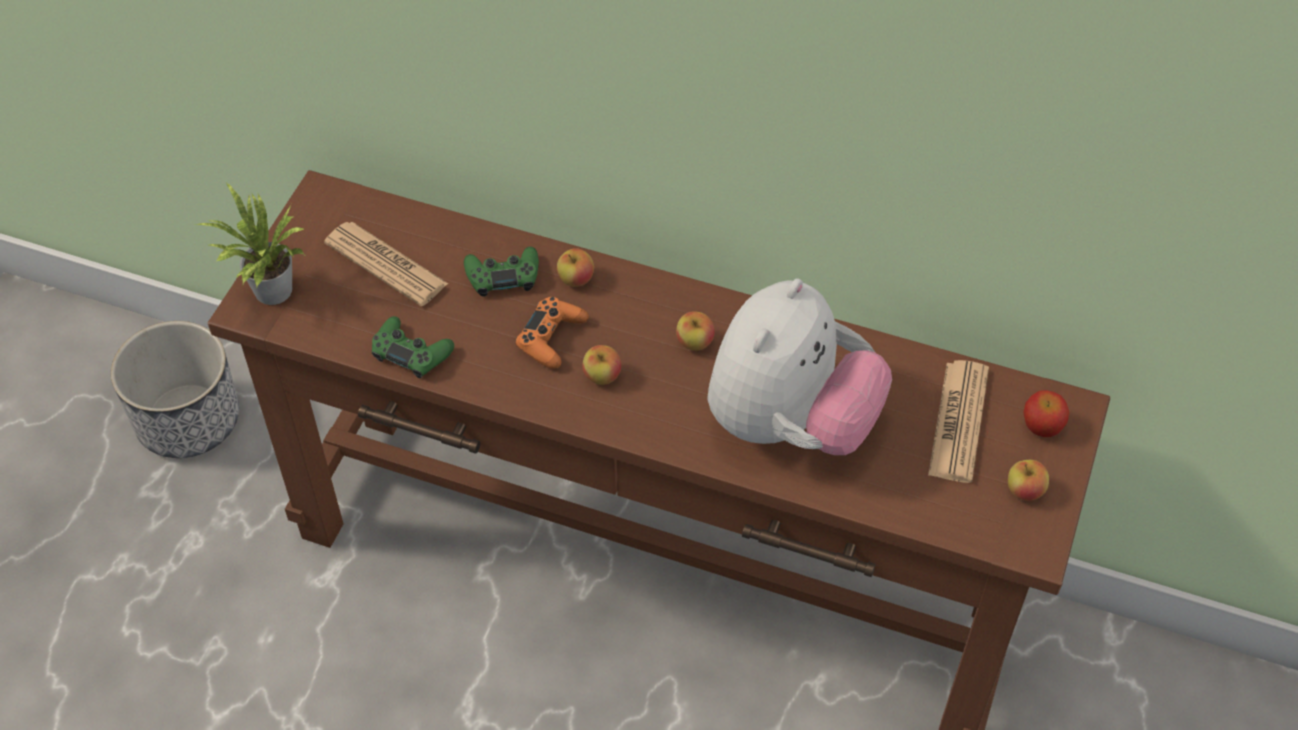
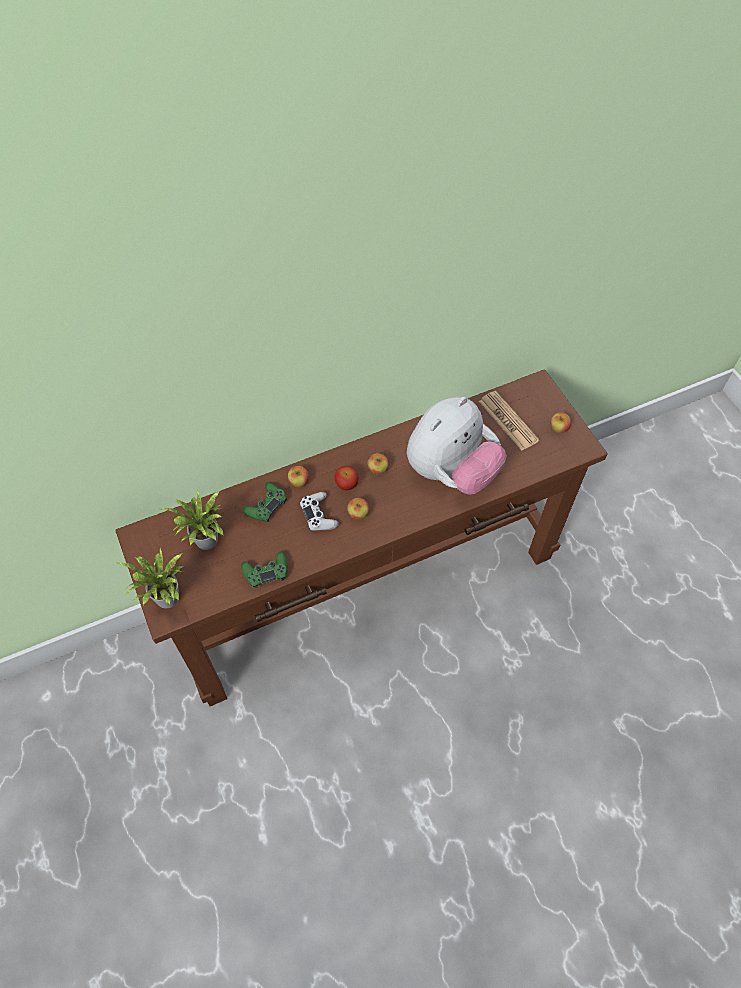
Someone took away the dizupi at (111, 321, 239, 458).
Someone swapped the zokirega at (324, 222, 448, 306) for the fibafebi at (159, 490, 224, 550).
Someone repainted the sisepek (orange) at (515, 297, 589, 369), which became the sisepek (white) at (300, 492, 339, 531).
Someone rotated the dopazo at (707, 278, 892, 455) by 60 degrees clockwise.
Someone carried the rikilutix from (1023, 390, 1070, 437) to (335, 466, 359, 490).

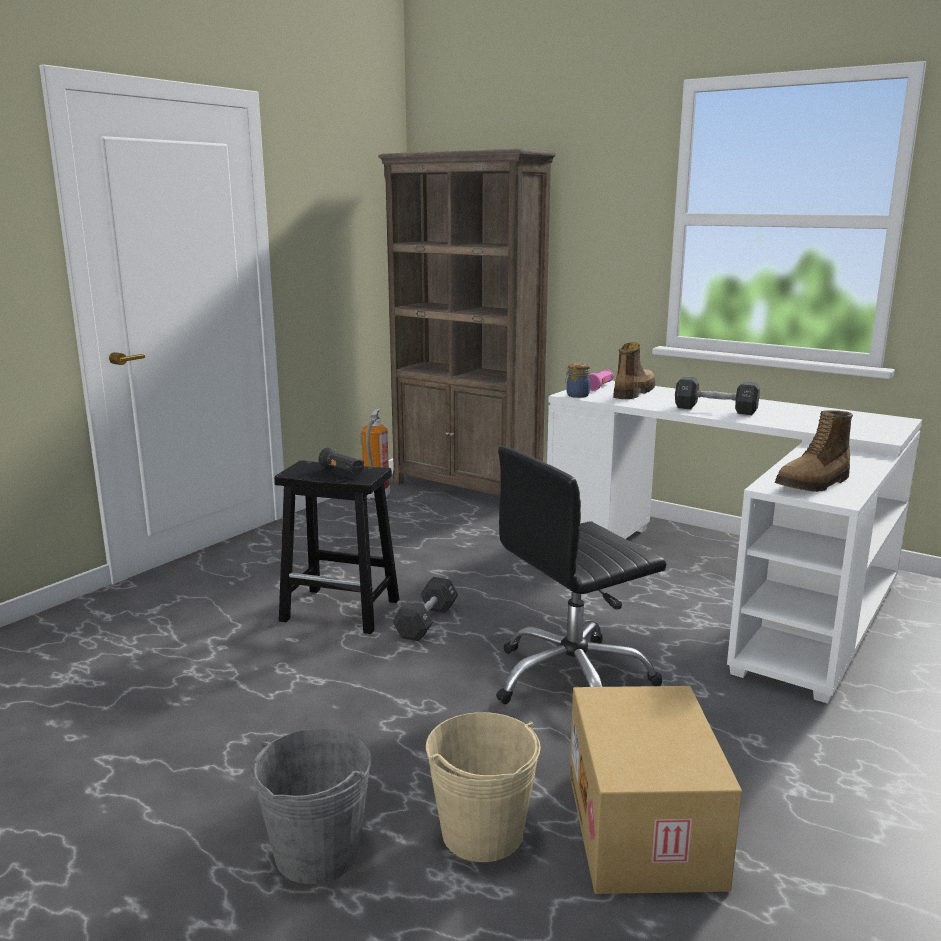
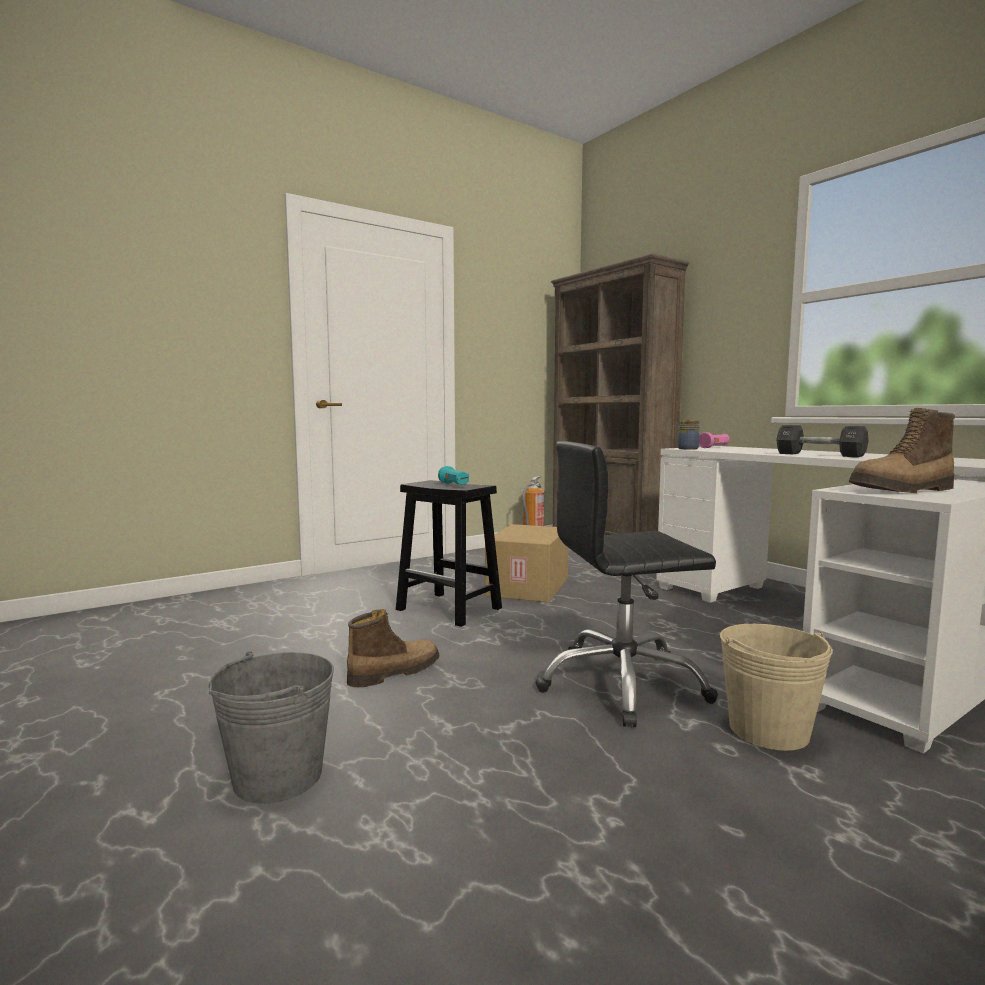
Someone repainted the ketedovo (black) at (318, 447, 364, 475), which became the ketedovo (turquoise) at (438, 466, 469, 485).
Someone took away the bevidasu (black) at (392, 577, 458, 641).
Someone carried the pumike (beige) from (426, 712, 541, 862) to (720, 624, 833, 751).
Someone carried the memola from (570, 686, 742, 894) to (485, 524, 568, 602).
Someone carried the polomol from (613, 342, 655, 399) to (347, 609, 439, 687).

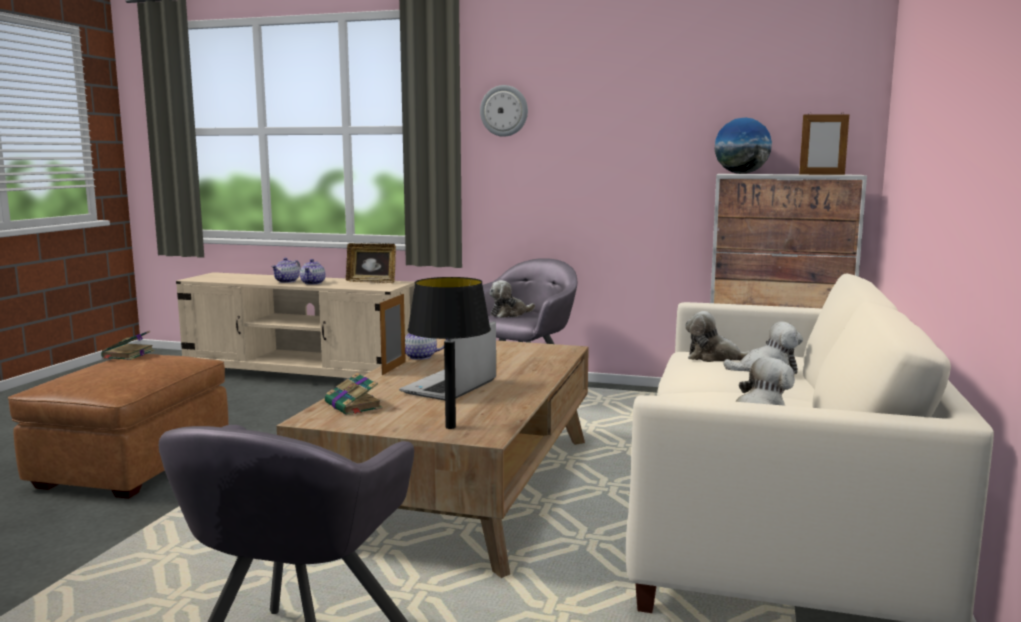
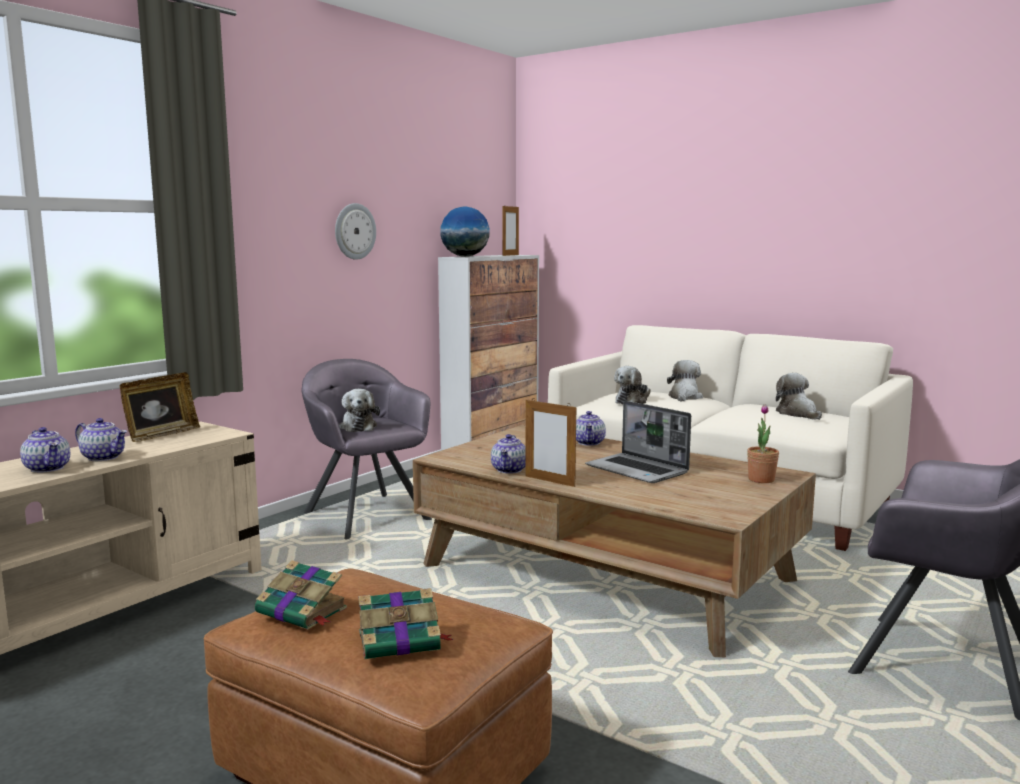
Someone carried the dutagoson from (325, 372, 382, 415) to (358, 588, 454, 659).
Someone swapped the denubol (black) at (407, 277, 491, 429) for the fibafebi at (747, 404, 779, 483).
Someone carried the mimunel from (480, 85, 528, 137) to (335, 203, 376, 260).
Someone put down the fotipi at (576, 411, 606, 446).

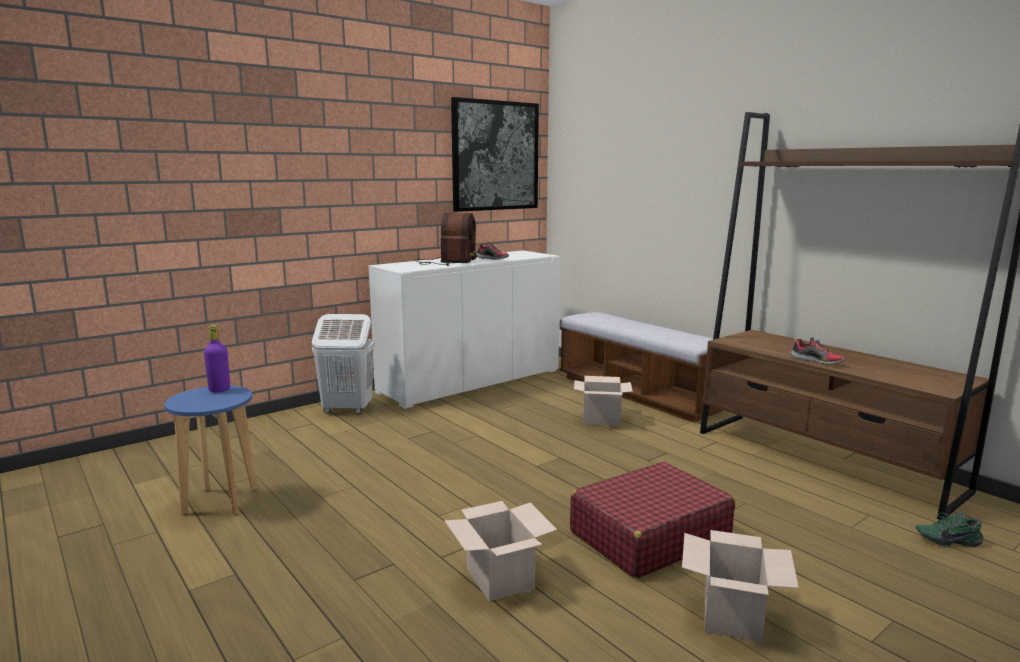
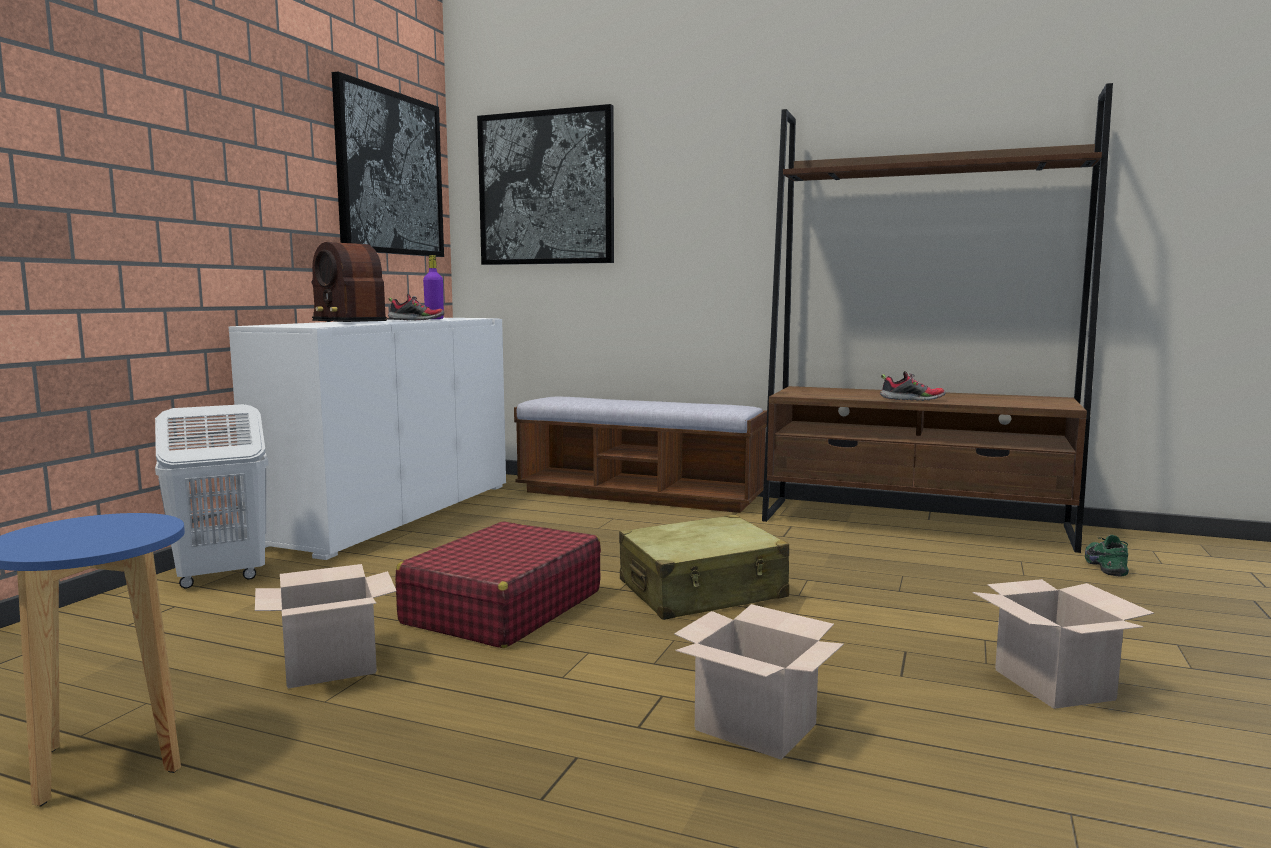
Someone carried the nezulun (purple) from (204, 325, 230, 392) to (423, 255, 444, 319).
Someone rotated the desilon at (415, 213, 477, 266) by 150 degrees clockwise.
Someone carried the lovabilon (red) from (570, 462, 735, 578) to (395, 521, 601, 648).
Someone carried the memola from (574, 376, 633, 426) to (255, 564, 397, 688).
Someone rotated the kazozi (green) at (916, 512, 984, 547) by 120 degrees clockwise.
Someone put up the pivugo at (477, 104, 614, 265).
Someone put down the lovabilon (beige) at (619, 515, 789, 620).

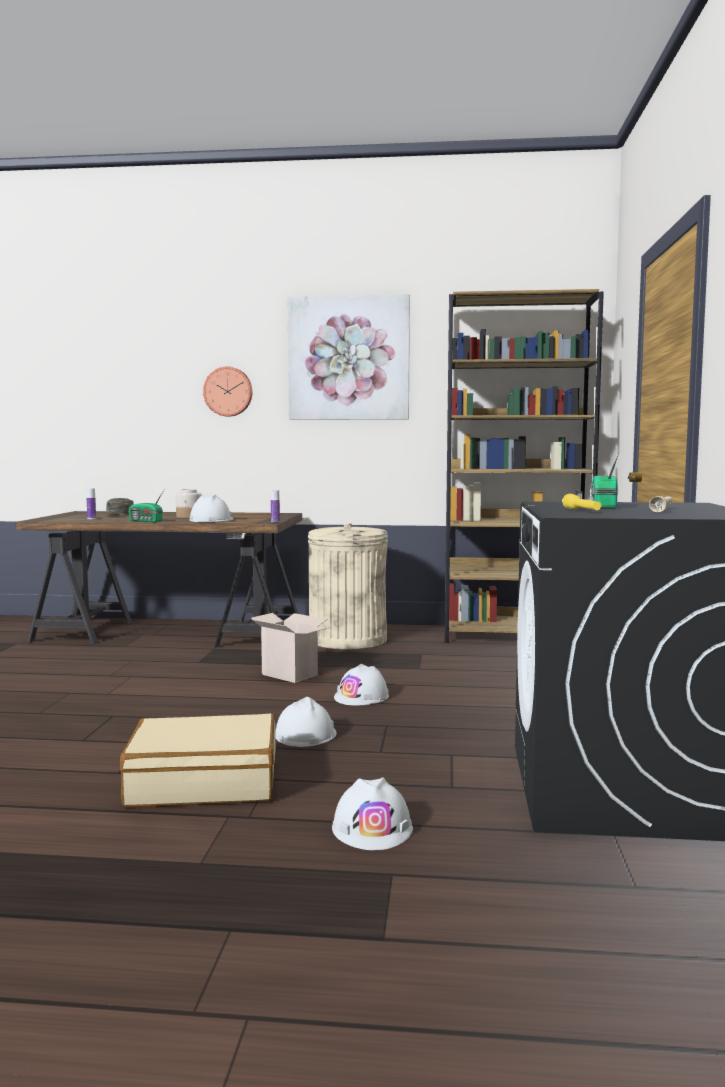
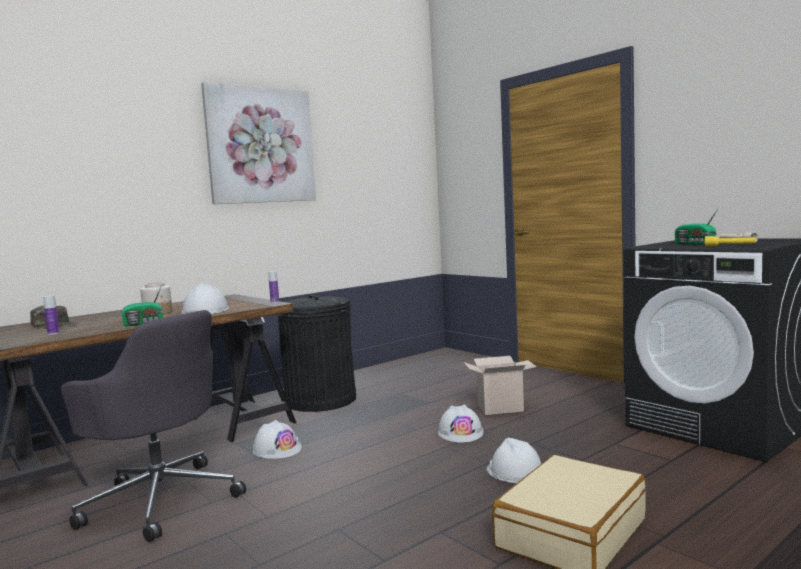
Someone took away the mimunel at (203, 367, 252, 417).
Someone carried the memola from (251, 613, 330, 683) to (464, 356, 537, 415).
Someone repainted the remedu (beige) at (308, 523, 388, 649), which became the remedu (black) at (277, 295, 356, 412).
Someone carried the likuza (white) from (332, 778, 413, 850) to (253, 420, 302, 459).
Someone took away the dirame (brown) at (445, 289, 604, 643).
Someone put down the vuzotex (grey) at (61, 310, 246, 542).

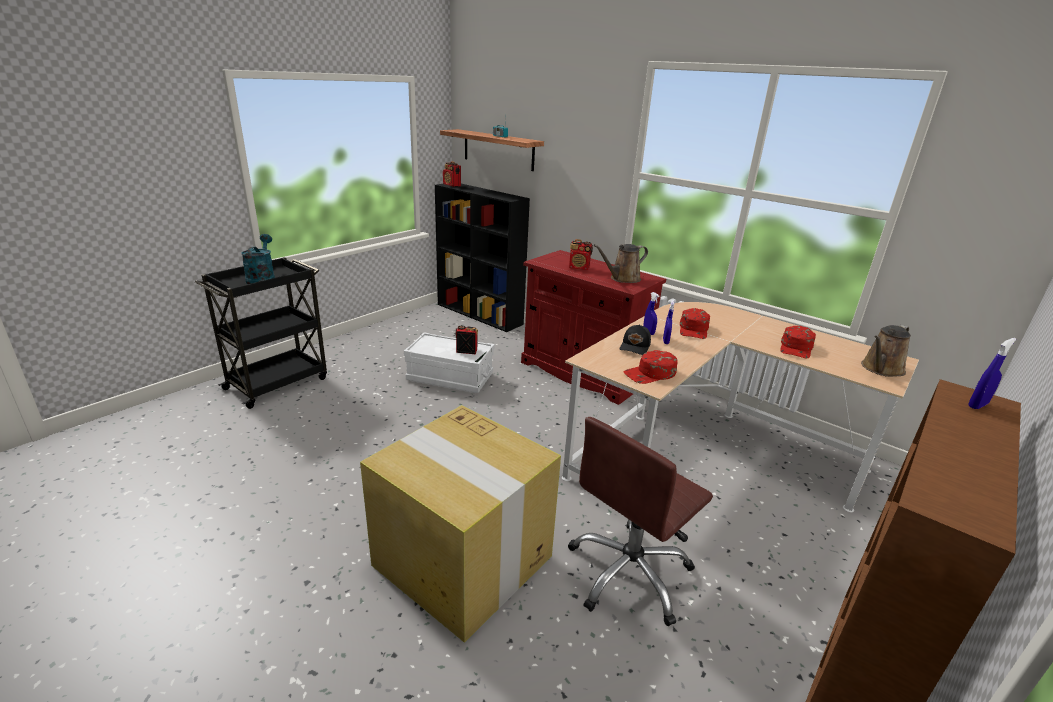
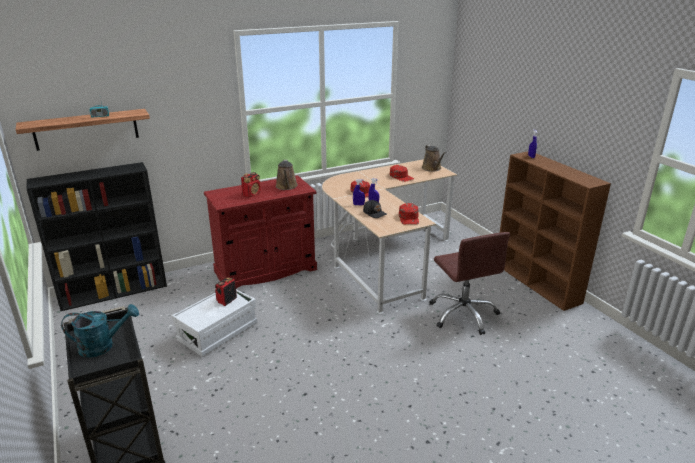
Someone rotated the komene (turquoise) at (241, 234, 275, 284) by 150 degrees clockwise.
Someone took away the memola at (360, 405, 561, 643).
Someone took away the desilon at (443, 161, 461, 187).

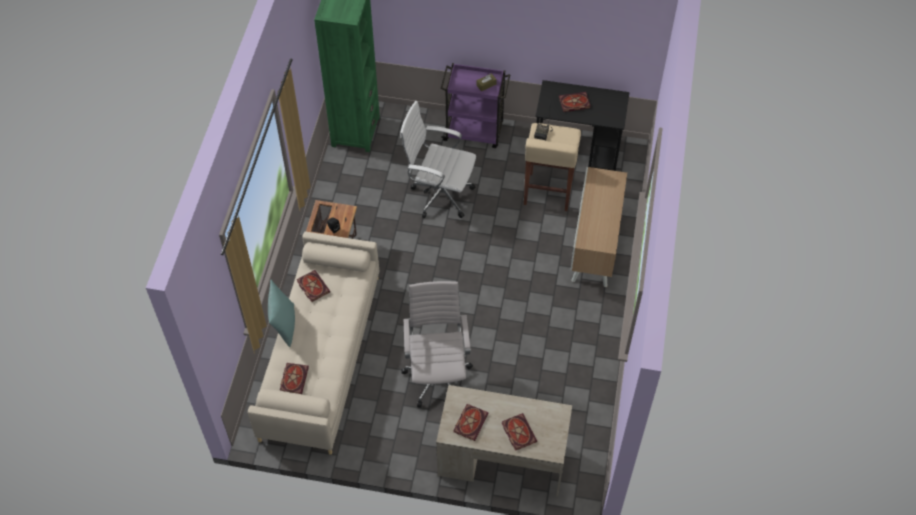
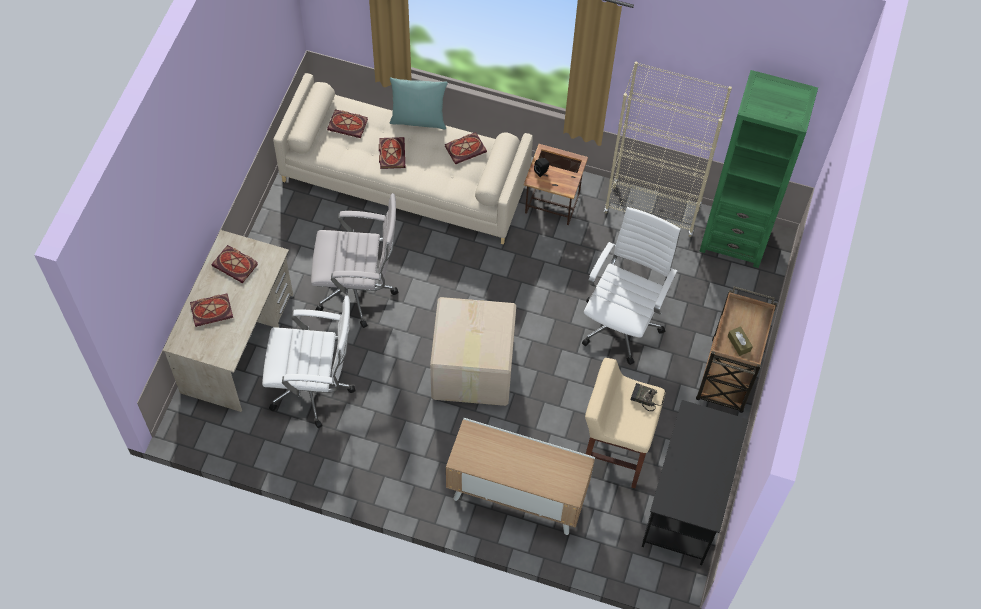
Someone repainted the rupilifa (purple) at (441, 63, 510, 148), which became the rupilifa (brown) at (696, 286, 777, 413).
Someone carried the dutagoson from (559, 92, 591, 112) to (379, 137, 405, 169).
Someone put down the vuzotex (white) at (262, 296, 356, 428).
Someone put down the memola at (430, 297, 516, 406).
Someone put down the dirame (beige) at (604, 61, 732, 237).

